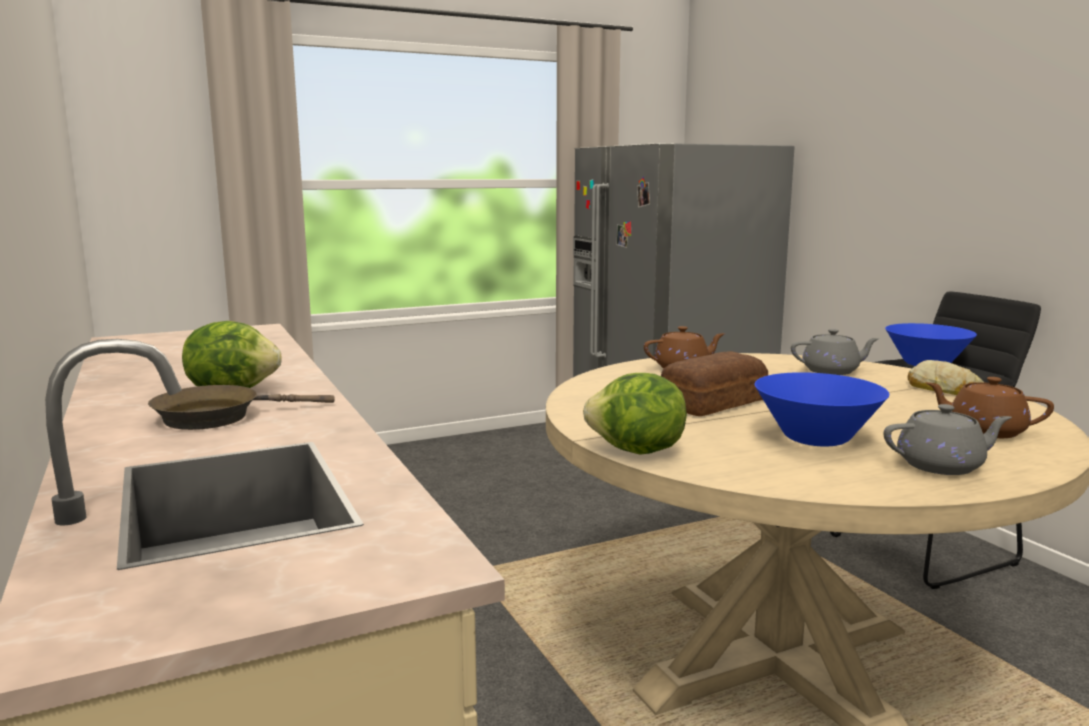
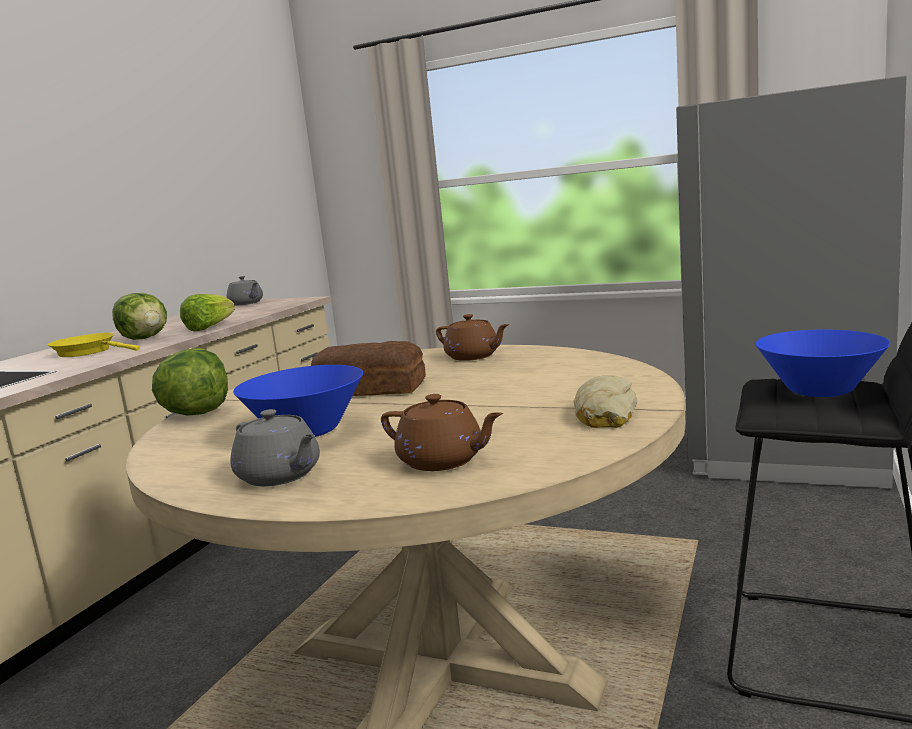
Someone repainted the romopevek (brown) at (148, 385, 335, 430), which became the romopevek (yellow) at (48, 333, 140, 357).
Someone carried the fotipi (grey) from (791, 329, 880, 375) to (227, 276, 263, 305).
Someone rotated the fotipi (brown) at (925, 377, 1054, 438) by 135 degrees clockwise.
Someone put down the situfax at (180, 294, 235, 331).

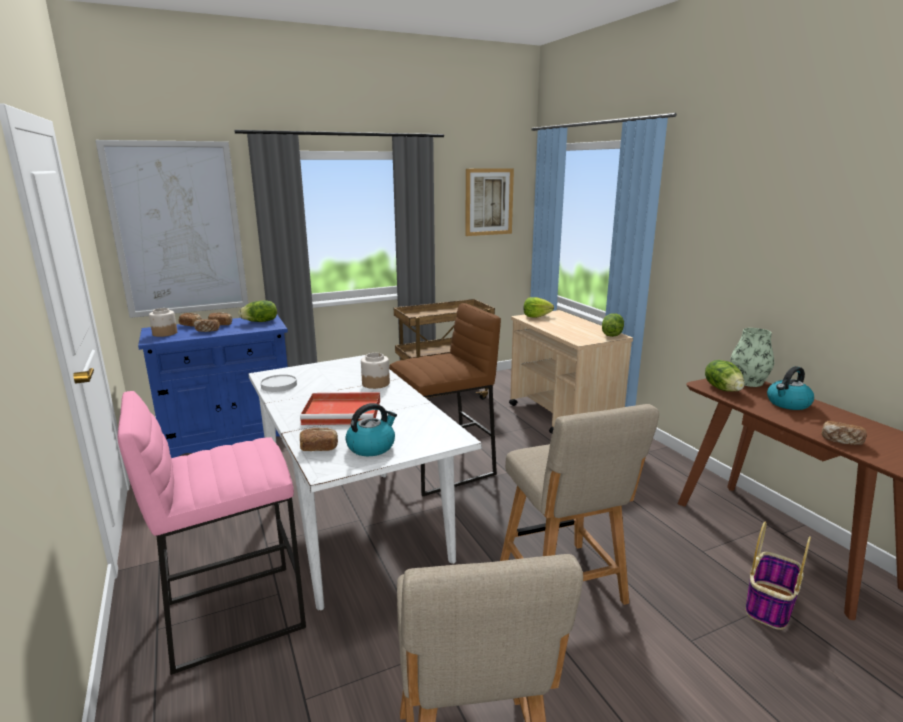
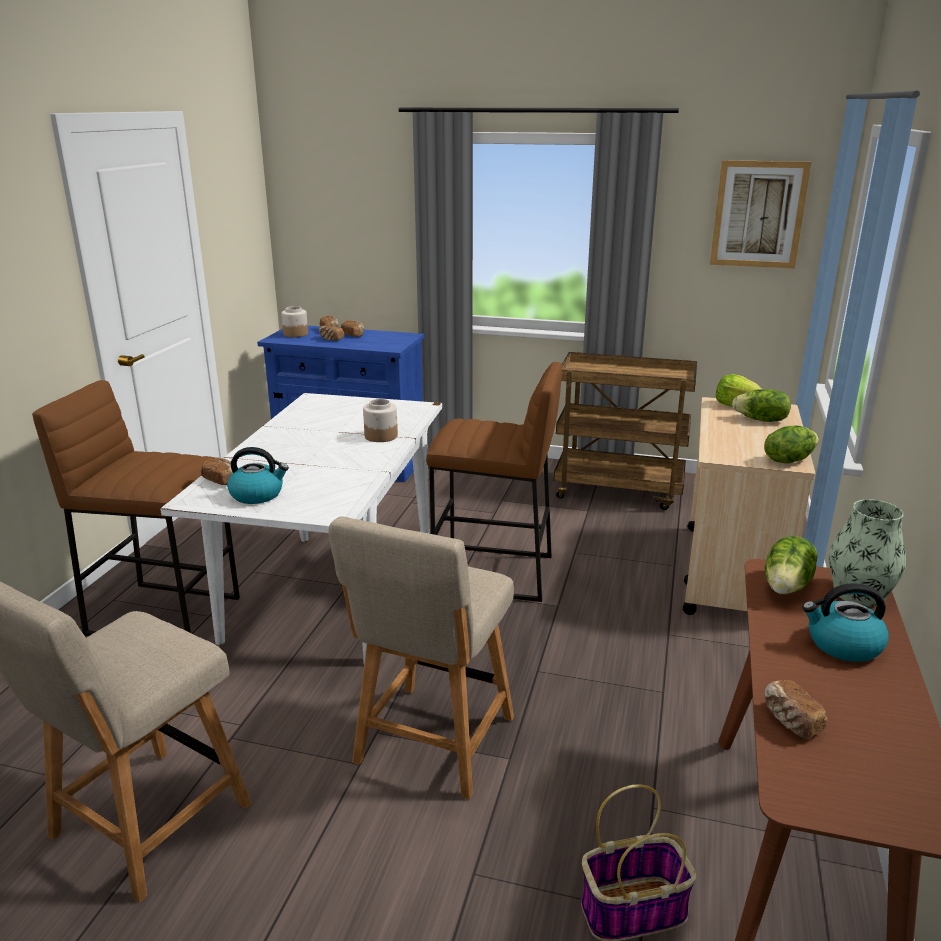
Someone took away the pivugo at (95, 140, 248, 318).
Someone repainted the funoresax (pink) at (118, 391, 306, 675), which became the funoresax (brown) at (32, 380, 240, 636).
Someone carried the situfax from (238, 300, 277, 322) to (732, 389, 791, 422).
Someone took away the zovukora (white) at (260, 374, 297, 392).
Someone took away the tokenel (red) at (300, 392, 380, 425).

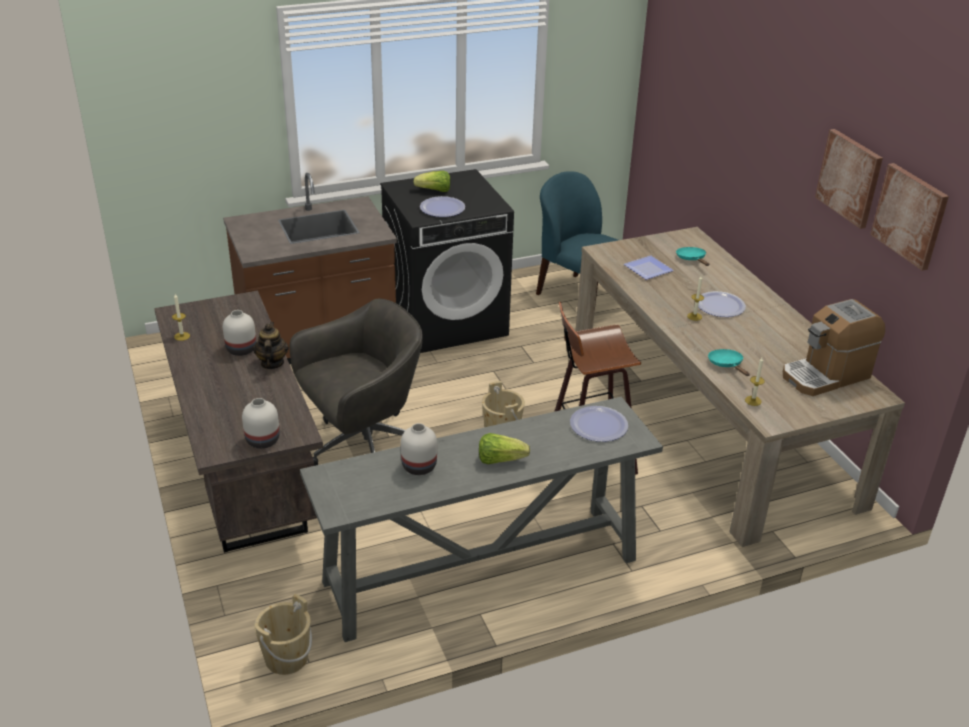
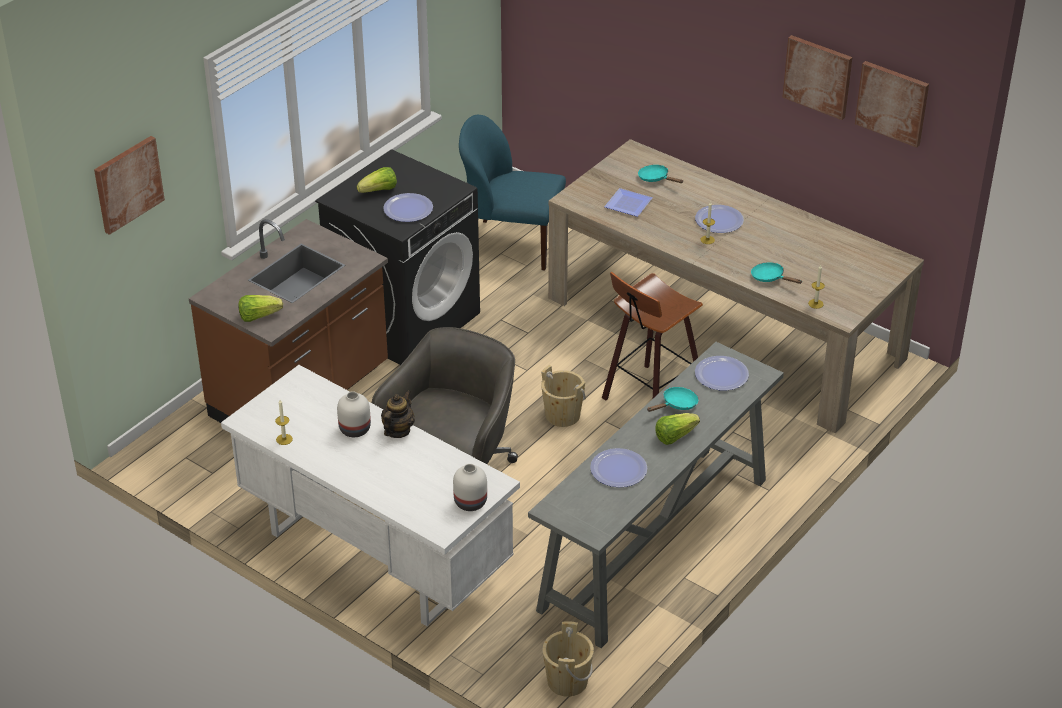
Someone repainted the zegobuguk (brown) at (154, 291, 323, 553), which became the zegobuguk (white) at (221, 365, 520, 626).
Someone rotated the fotipi at (253, 322, 289, 369) by 60 degrees clockwise.
Someone swapped the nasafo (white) at (401, 423, 437, 475) for the zovukora at (590, 448, 647, 487).
Someone took away the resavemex at (783, 299, 885, 396).
Someone put up the pivugo at (94, 136, 165, 235).
Someone put down the situfax at (238, 295, 283, 322).
Someone put down the romopevek (turquoise) at (647, 387, 699, 412).

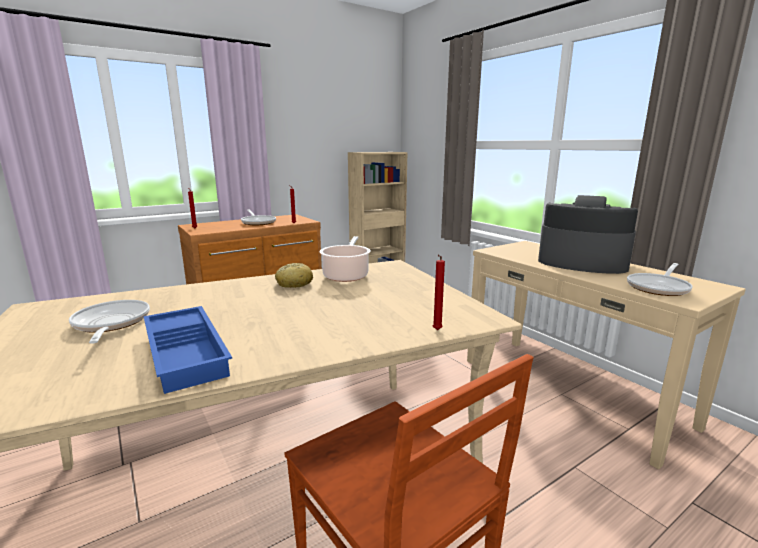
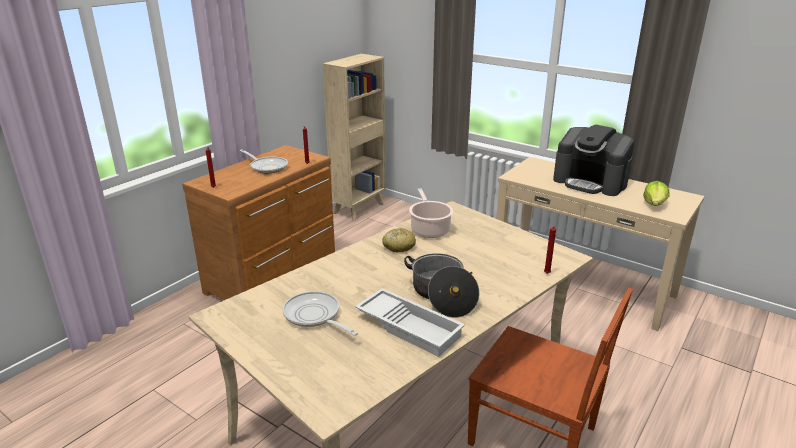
Someone repainted the tokenel (blue) at (144, 306, 232, 394), which became the tokenel (white) at (355, 288, 465, 357).
Someone rotated the resavemex at (538, 195, 638, 274) by 150 degrees counterclockwise.
Someone swapped the romopevek at (627, 263, 693, 296) for the situfax at (643, 181, 670, 206).
Someone put down the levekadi at (404, 253, 479, 318).

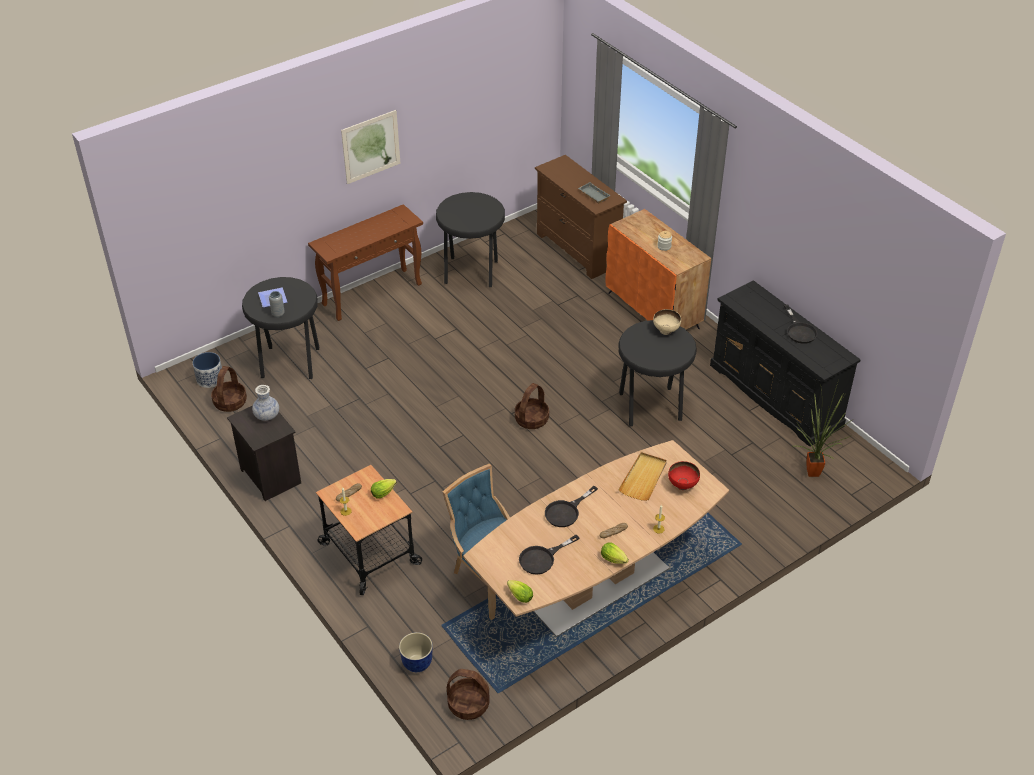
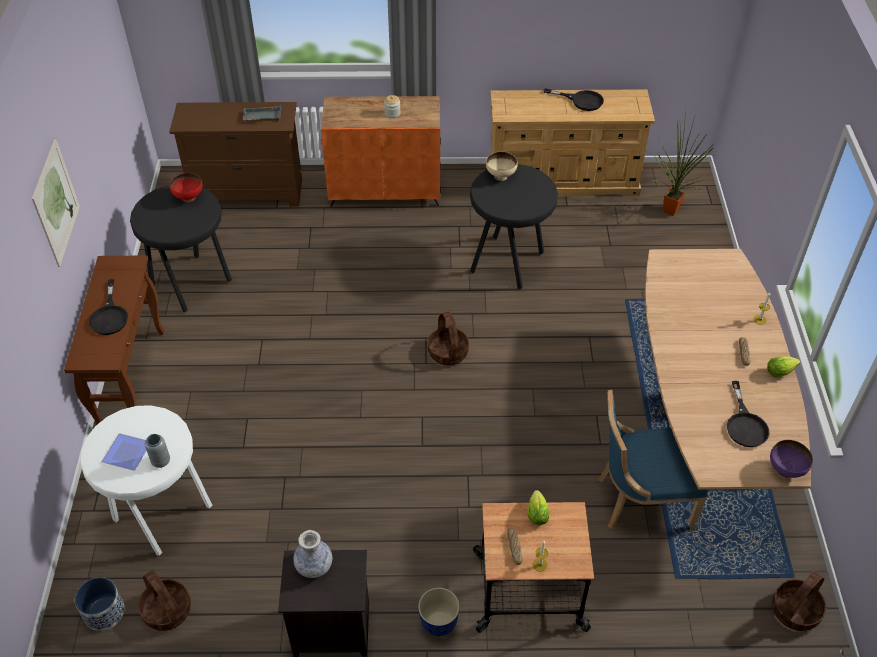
Someone repainted the funoresax (black) at (242, 277, 319, 379), which became the funoresax (white) at (80, 405, 212, 556).
Someone carried the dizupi from (399, 632, 433, 672) to (418, 587, 460, 636).
Someone swapped the situfax at (507, 580, 533, 603) for the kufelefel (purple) at (770, 440, 813, 478).
Someone carried the romopevek (black) from (545, 486, 598, 527) to (89, 279, 128, 335).
Someone took away the tokenel (beige) at (618, 452, 667, 501).
Someone carried the kufelefel (red) from (668, 461, 700, 490) to (170, 173, 203, 202).
Someone repainted the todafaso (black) at (710, 280, 861, 447), which became the todafaso (beige) at (490, 89, 655, 196).

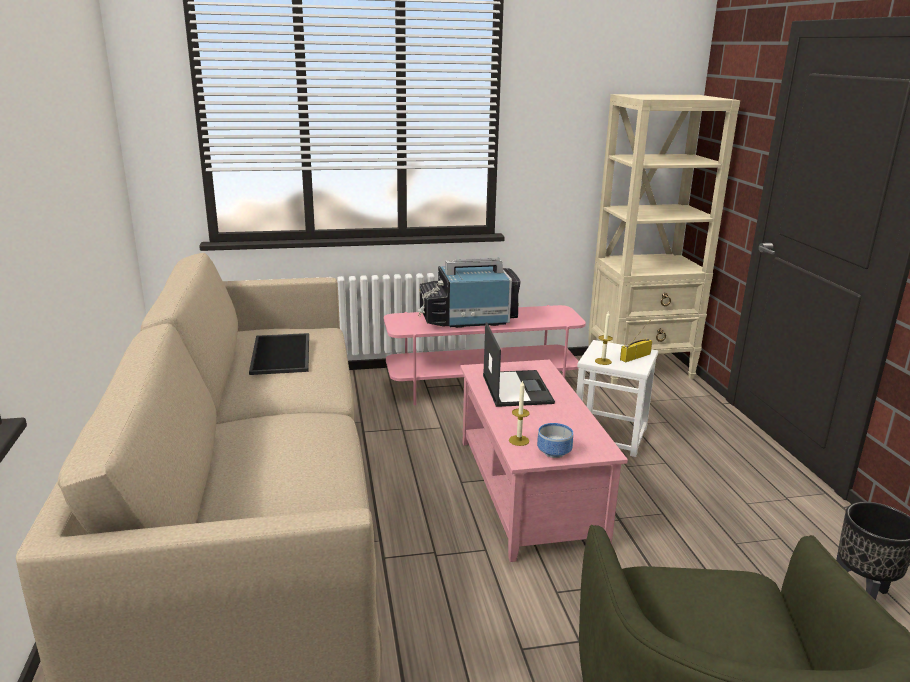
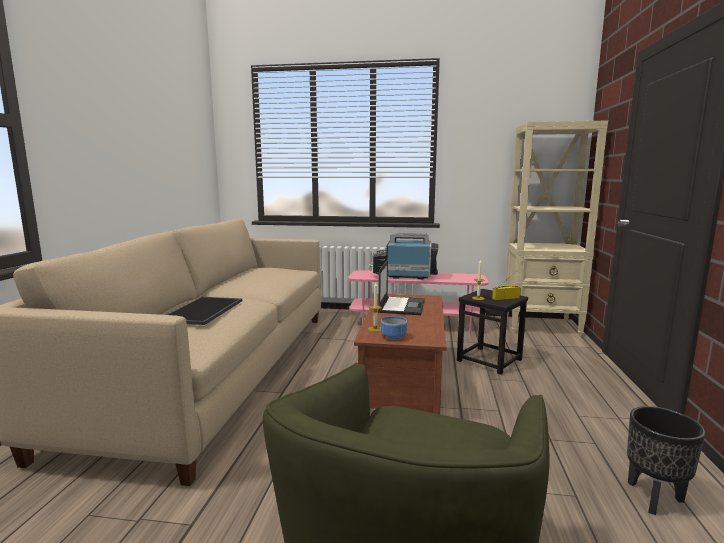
Someone carried the tokenel from (249, 333, 309, 375) to (166, 297, 242, 325).
Someone repainted the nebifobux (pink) at (460, 360, 628, 562), which became the nebifobux (brown) at (354, 293, 447, 414).
Someone repainted the funoresax (white) at (576, 340, 658, 457), which became the funoresax (black) at (457, 289, 528, 375).

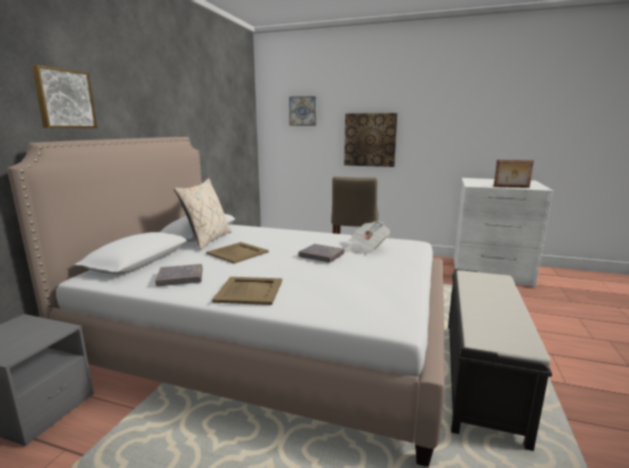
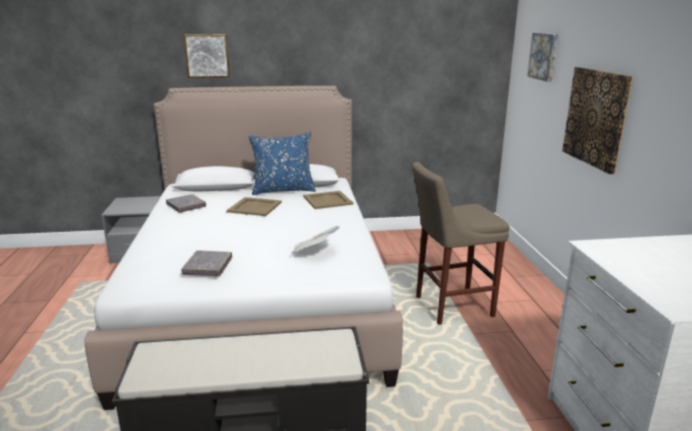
Someone repainted the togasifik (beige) at (174, 178, 232, 250), which became the togasifik (blue) at (248, 132, 316, 195).
Someone carried the tokenel (beige) from (212, 277, 282, 305) to (303, 191, 353, 209).
Someone carried the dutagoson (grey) from (298, 244, 344, 263) to (181, 250, 232, 276).
Someone took away the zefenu at (493, 160, 534, 188).

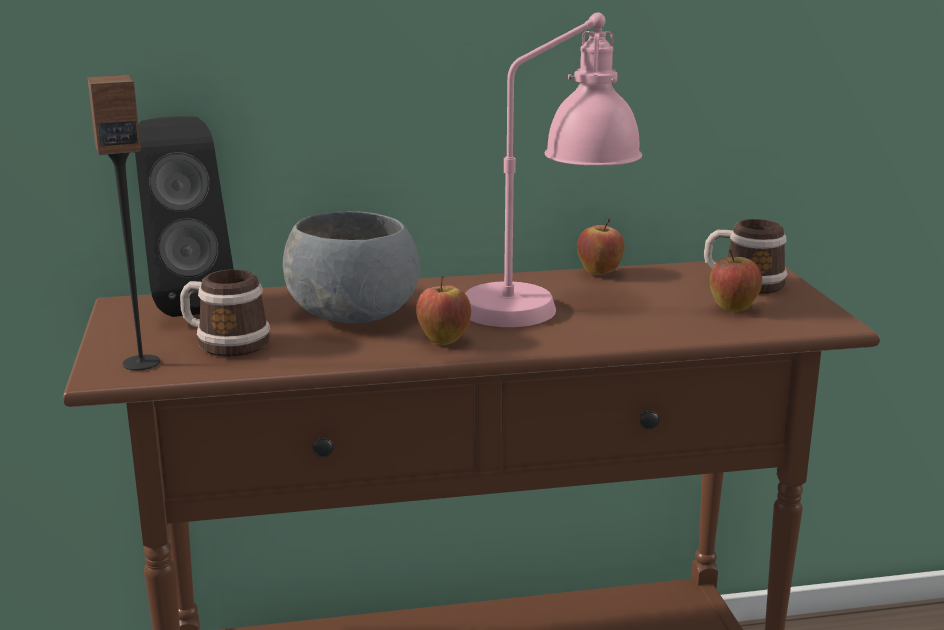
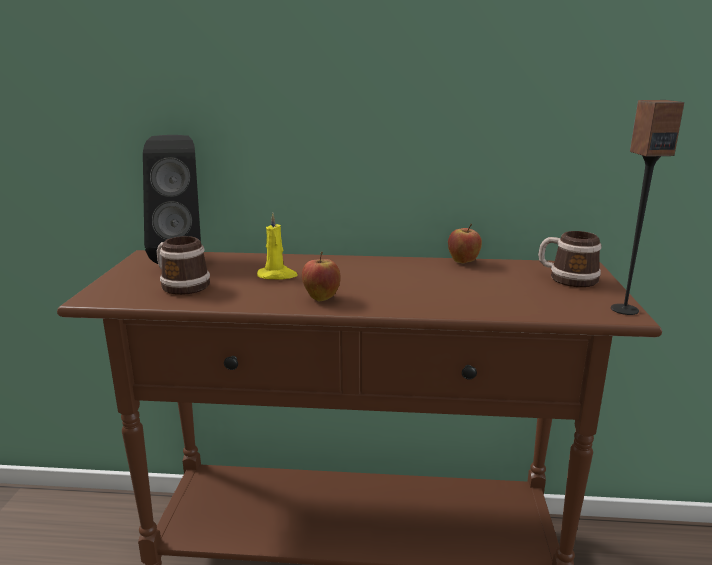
Someone carried the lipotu from (88, 75, 160, 371) to (611, 100, 684, 315).
Someone swapped the kufelefel (grey) at (283, 211, 419, 323) for the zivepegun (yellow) at (257, 213, 298, 280).
Someone took away the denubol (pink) at (465, 12, 642, 327).
Someone took away the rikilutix at (709, 249, 762, 311).

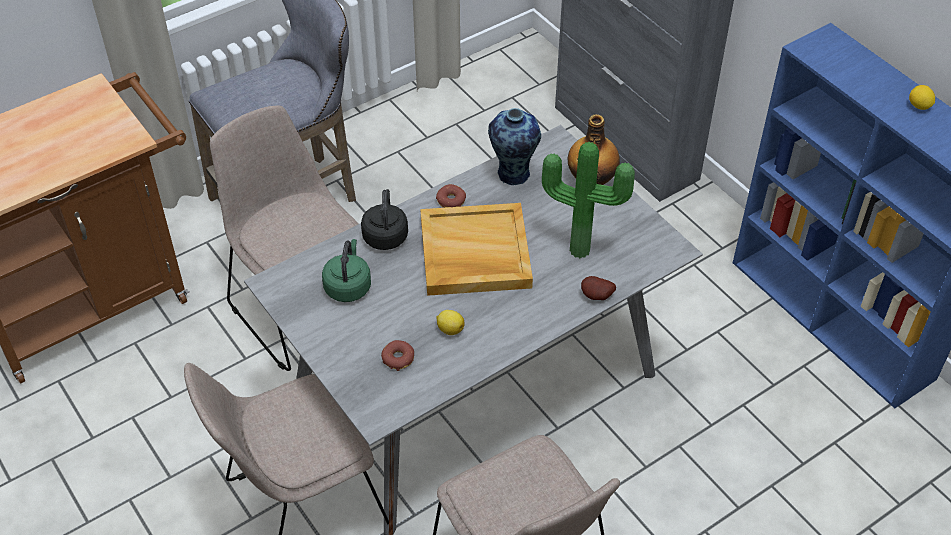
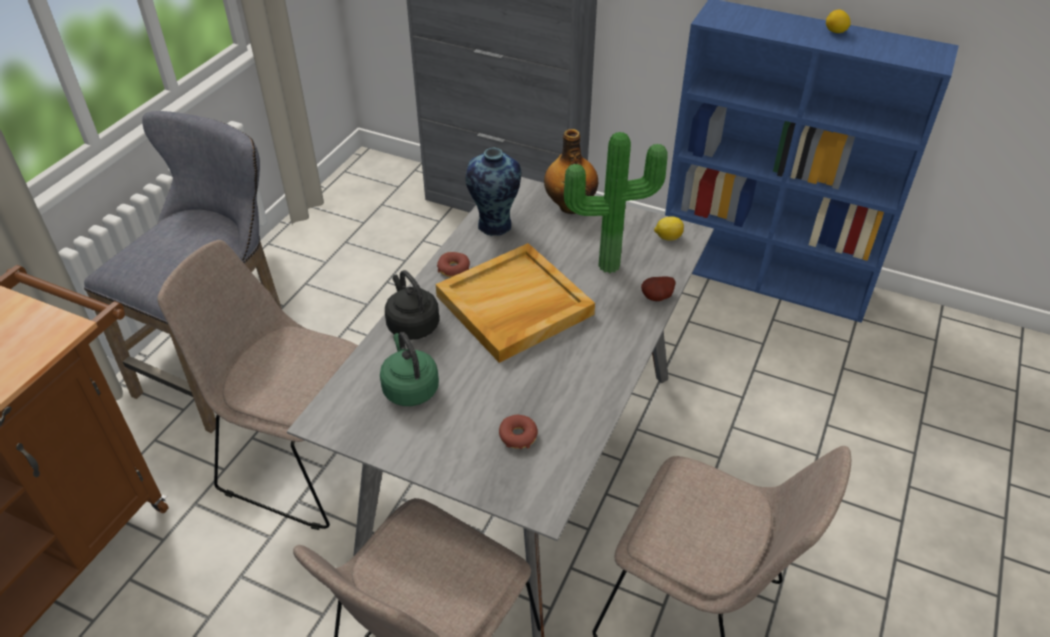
Someone carried the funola from (436, 310, 465, 335) to (654, 216, 684, 241).

